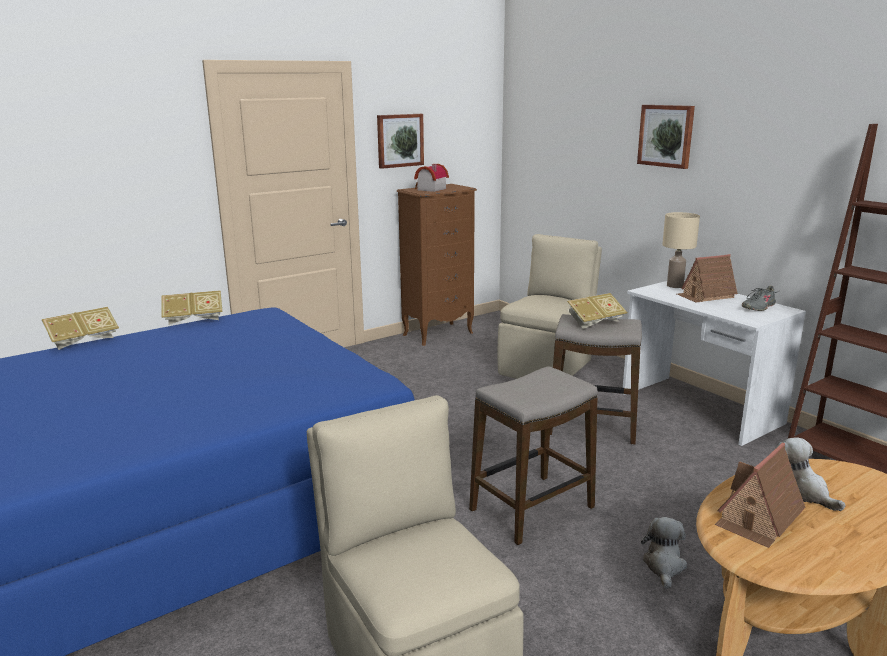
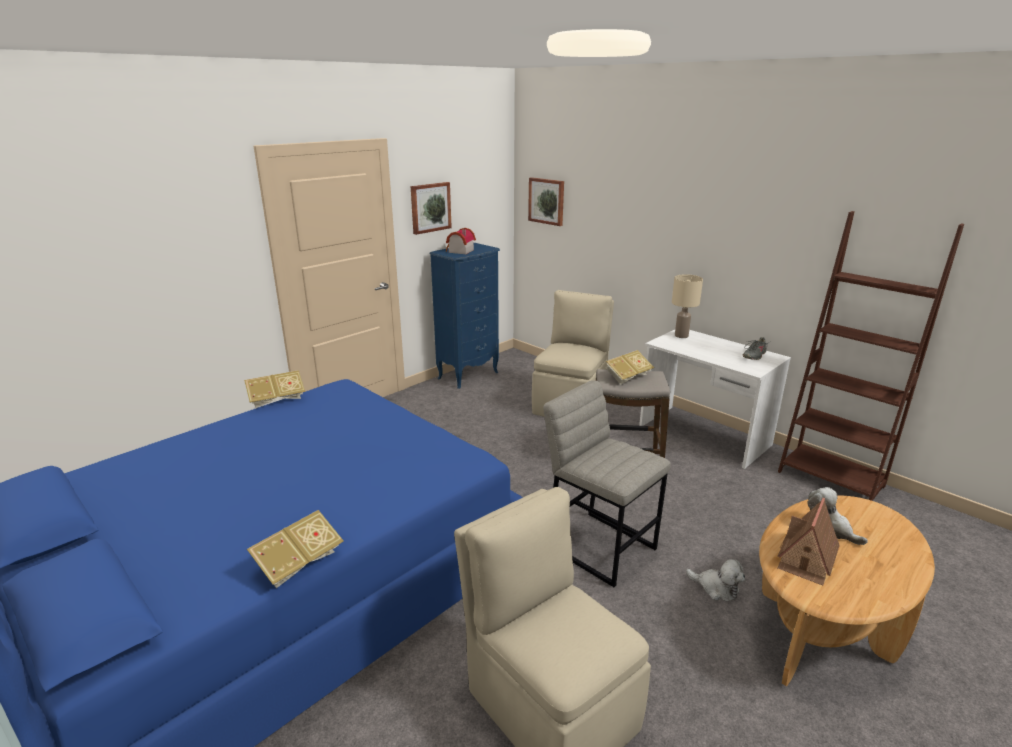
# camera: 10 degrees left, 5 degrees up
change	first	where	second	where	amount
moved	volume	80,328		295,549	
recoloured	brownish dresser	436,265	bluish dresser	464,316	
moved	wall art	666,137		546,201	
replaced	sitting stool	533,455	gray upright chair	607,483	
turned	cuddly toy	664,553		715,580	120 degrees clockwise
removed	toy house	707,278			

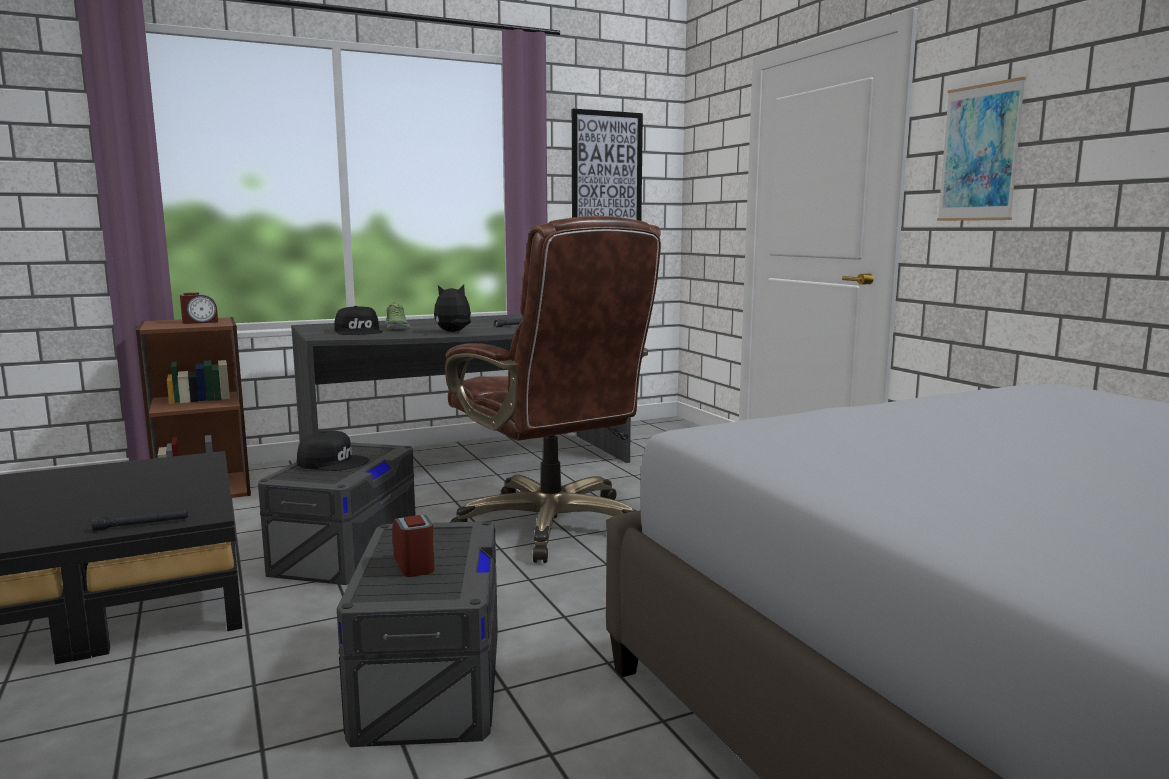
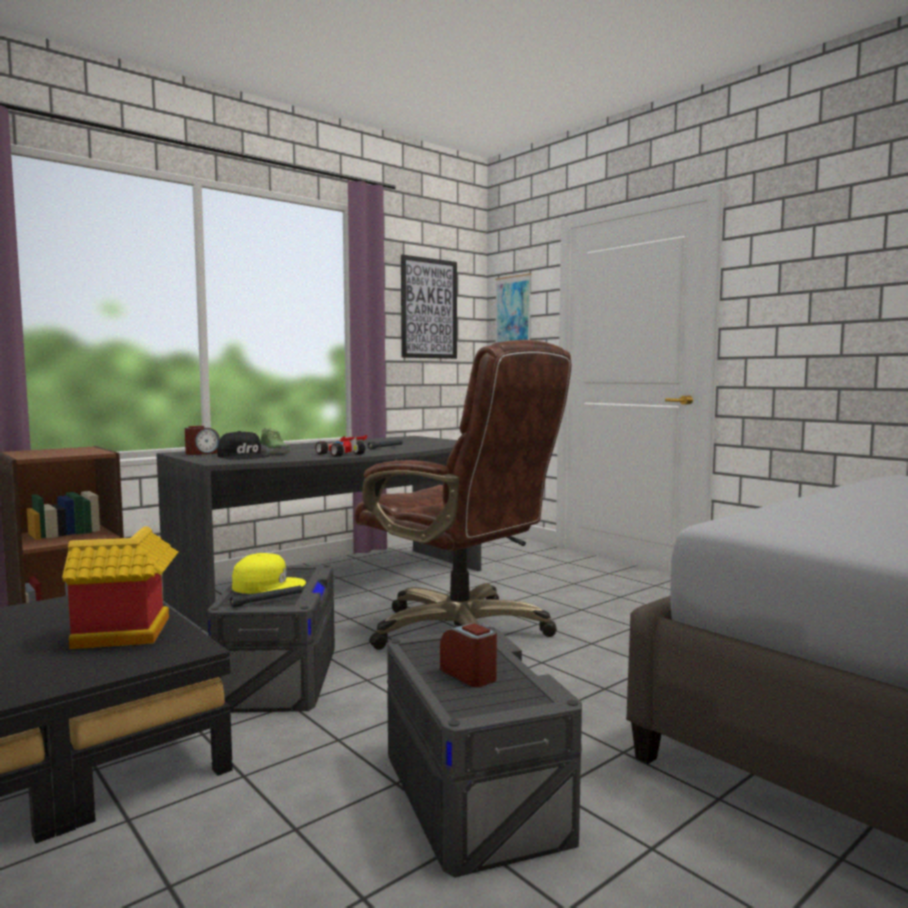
# camera: 15 degrees left, 5 degrees down
change	first	where	second	where	amount
added			toy house	120,587	
moved	alarm clock	199,308		202,440	
moved	blackish hand torch	140,520		266,596	
recoloured	blackish baseball cap	333,450	yellowish baseball cap	269,573	
replaced	cuddly toy	452,308	miniature car	341,446	
moved	wall art	981,149		513,308	

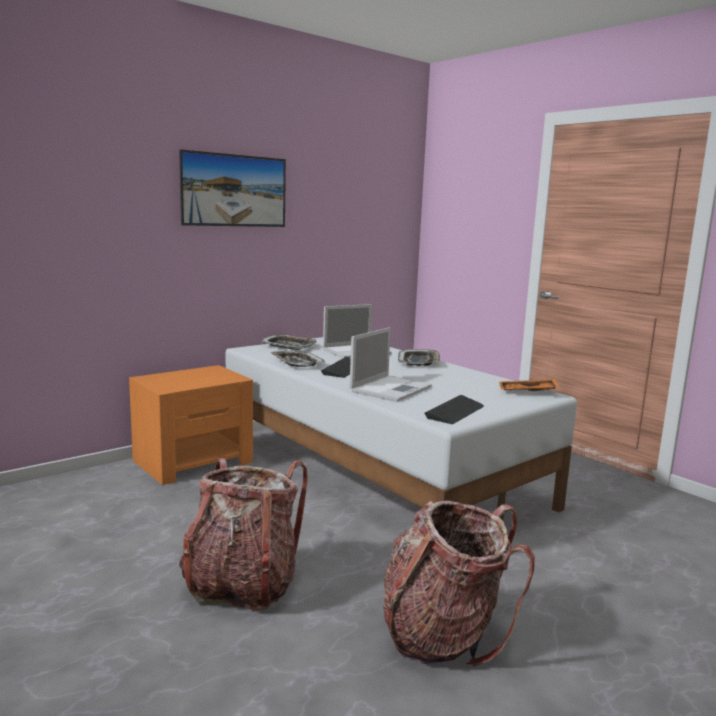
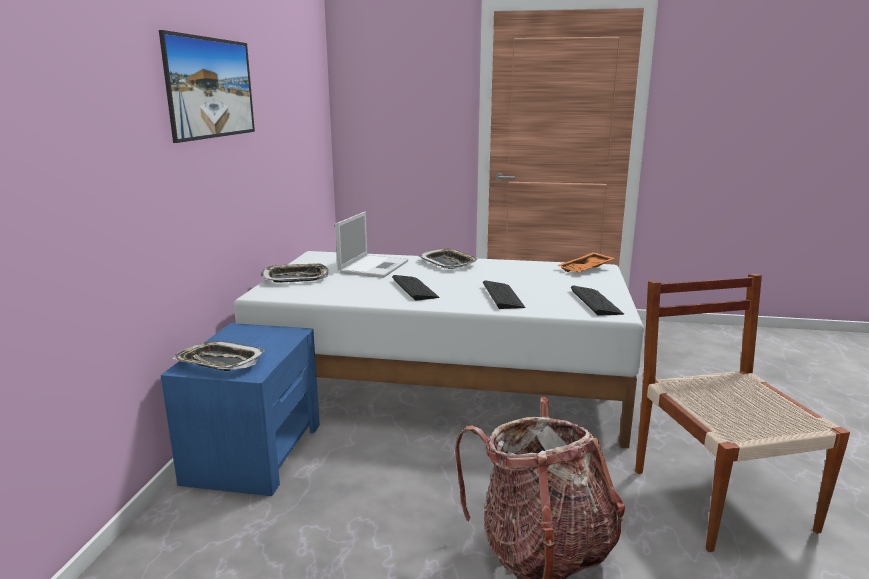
# camera: 40 degrees left, 5 degrees up
change	first	where	second	where	amount
recoloured	orangey night table	191,425	bluish night table	240,409	
moved	serving tray	297,359		219,356	
replaced	portable computer	391,364	PC keyboard	503,294	
replaced	backpack	459,583	upright chair	742,413	

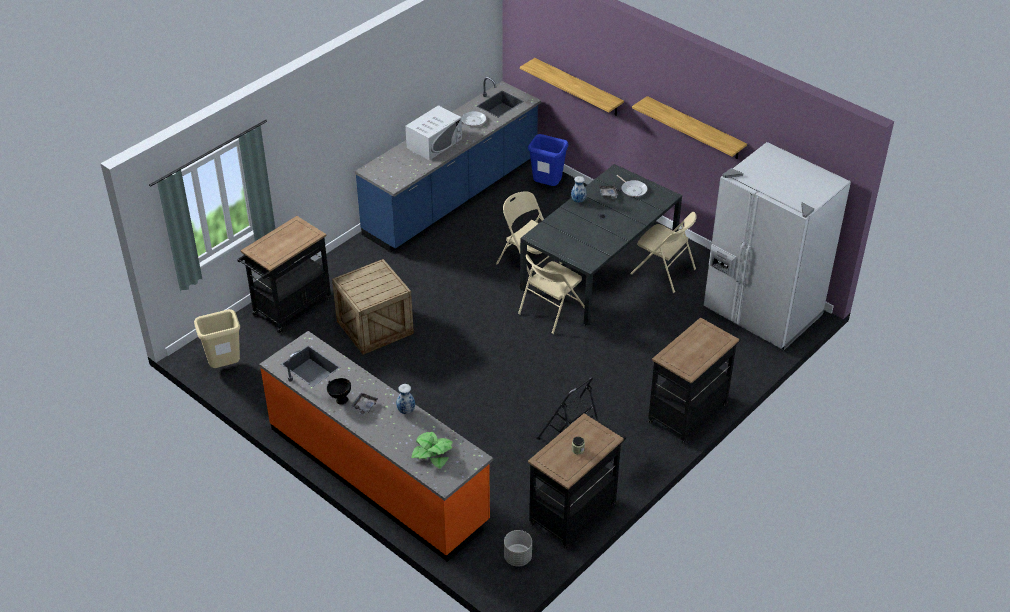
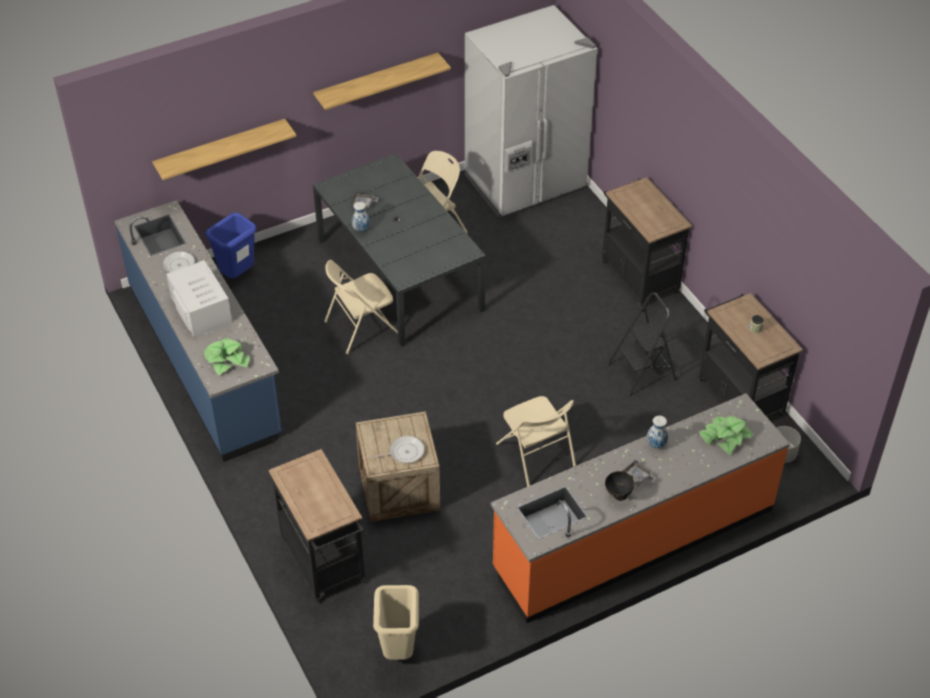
# camera: 70 degrees left, 5 degrees up
change	first	where	second	where	amount
added			houseplant	227,356	
moved	skillet	632,186		397,449	
moved	beige upright chair	551,294		536,441	

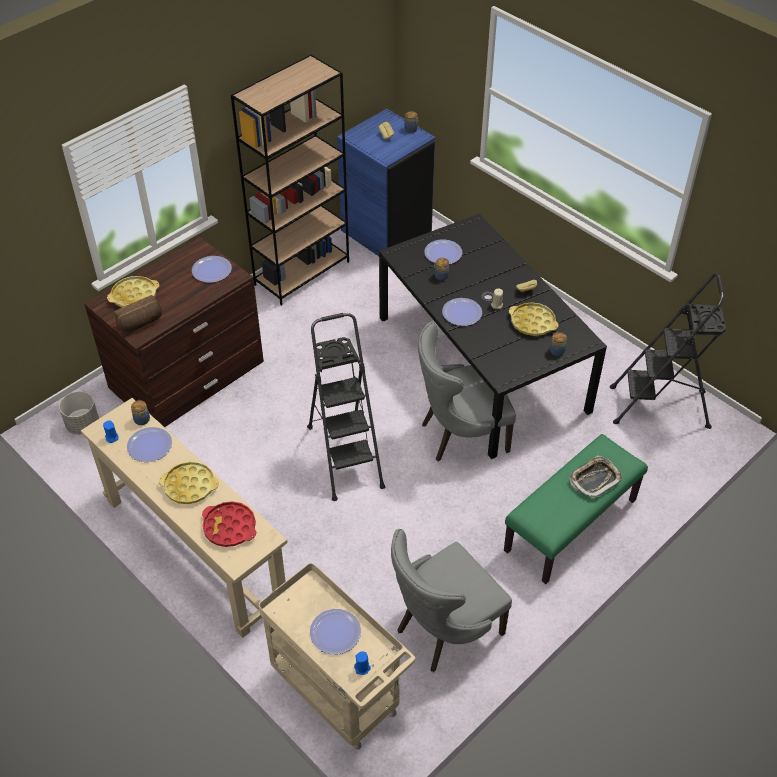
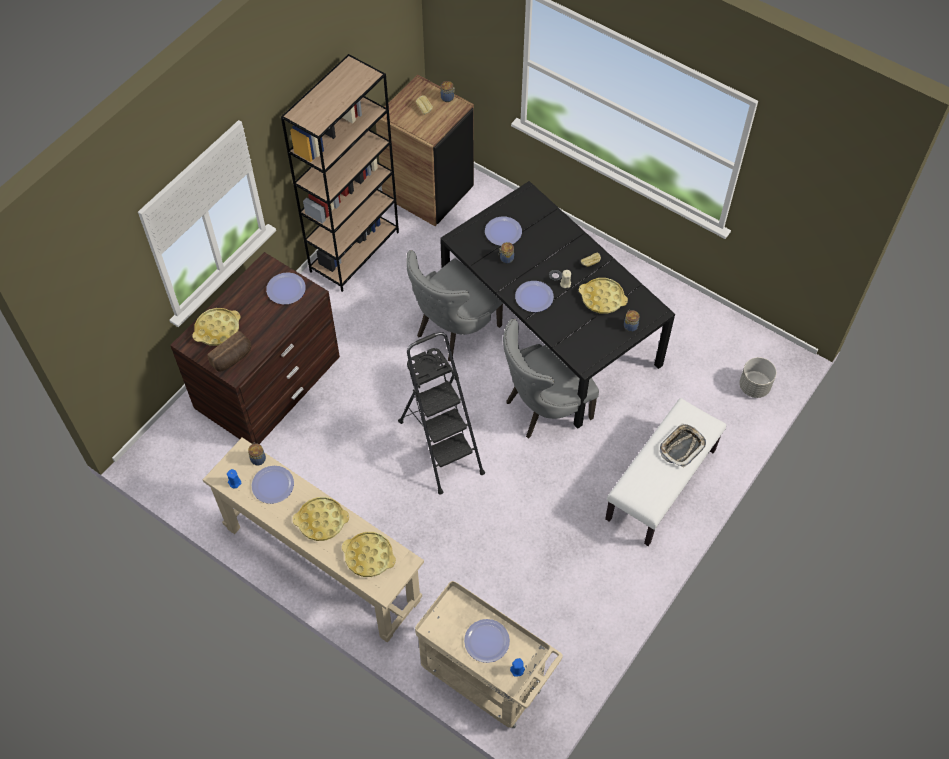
# camera: 10 degrees left, 10 degrees up
change	first	where	second	where	amount
recoloured	red-coloured serving tray	229,524	yellowish serving tray	369,554	
recoloured	bluish cupboard	386,182	brownish cupboard	425,150	
moved	gray upright chair	451,600		454,306	
recoloured	green indoor bench	576,509	white-coloured indoor bench	665,472	
moved	gray planter	79,412		757,377	
removed	step stool	668,351			

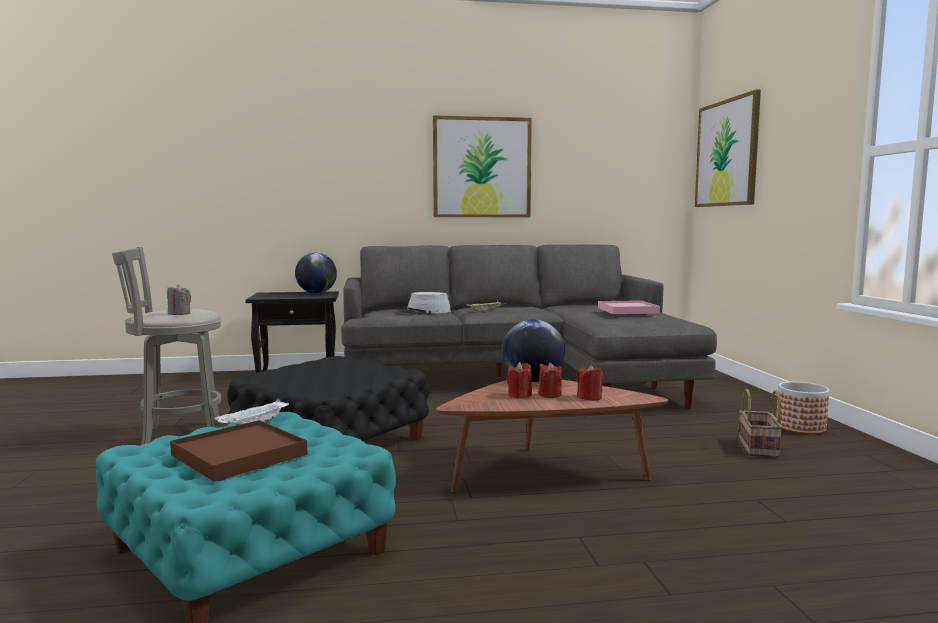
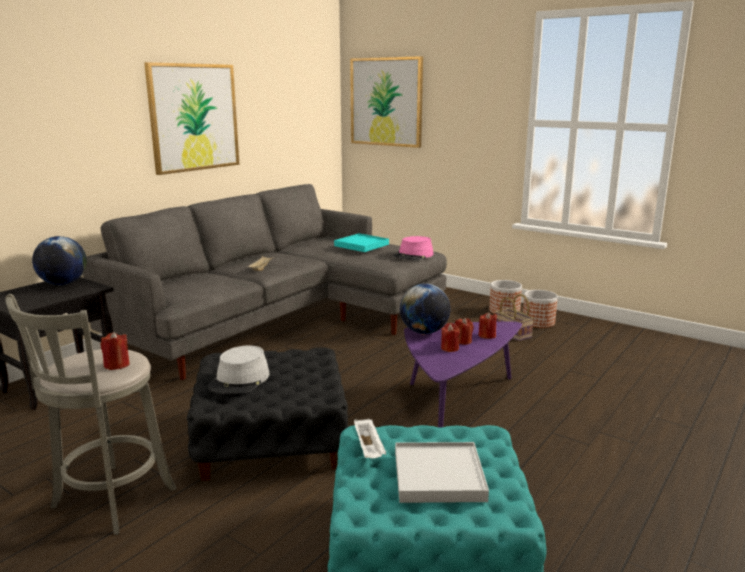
# camera: 45 degrees left, 10 degrees up
change	first	where	second	where	amount
recoloured	gray candle	179,299	red-coloured candle	115,351	
moved	gray clothing hat	424,303		239,369	
recoloured	pink-coloured serving tray	629,307	turquoise-coloured serving tray	361,242	
added			pink-coloured clothing hat	413,248	
recoloured	brownish serving tray	238,451	white-coloured serving tray	442,472	
recoloured	brownish low table	552,436	purplish low table	463,374	
added			planter	540,309	

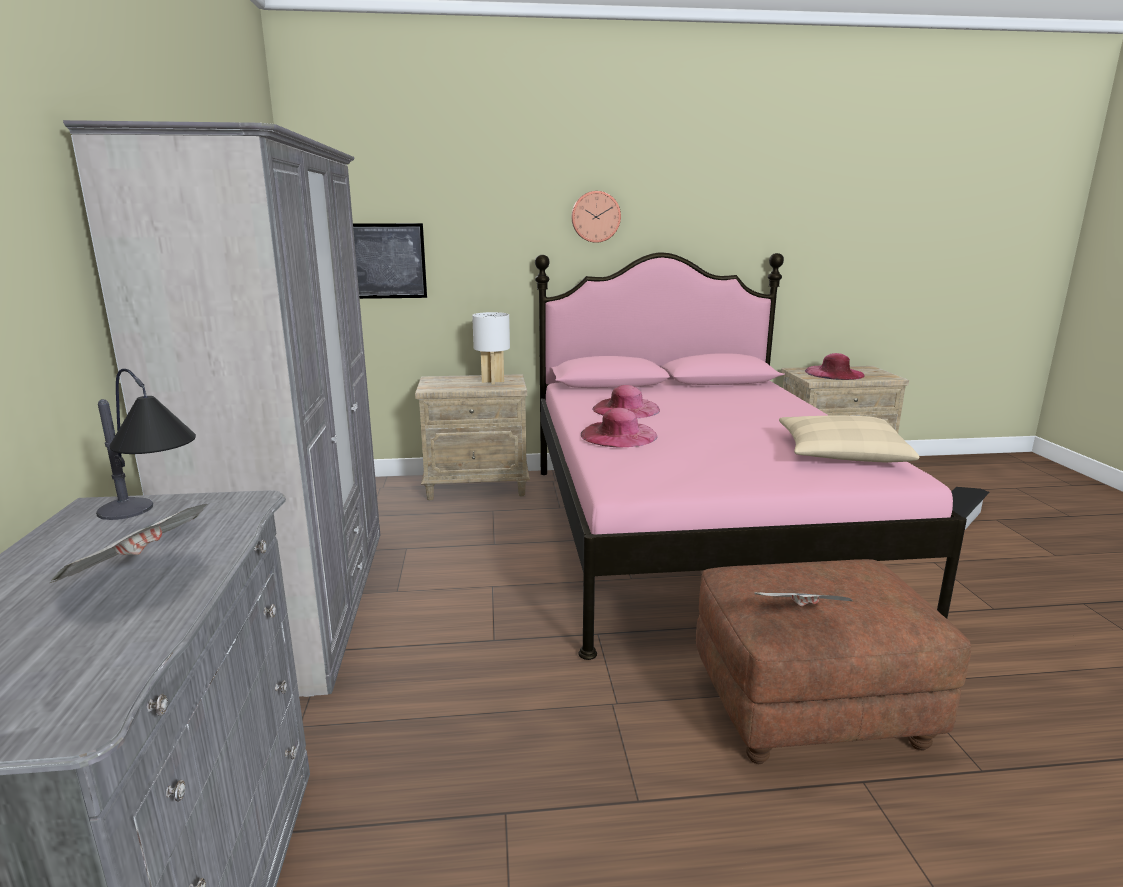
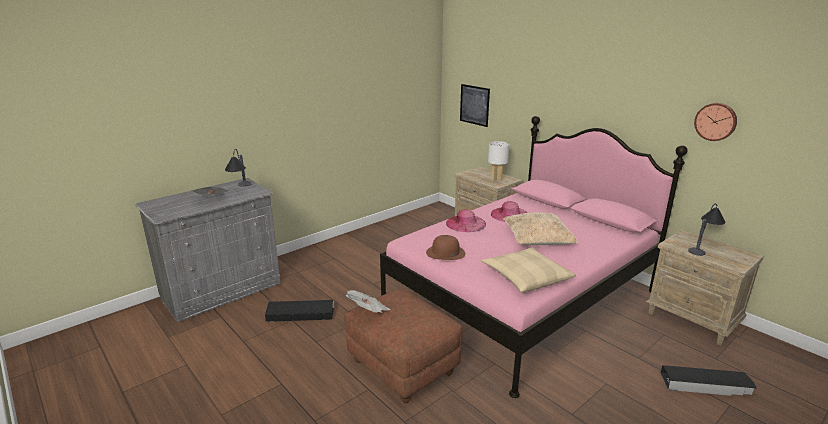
# camera: 55 degrees right, 5 degrees up
change	first	where	second	where	amount
added			blackish storage box	299,311	
added			brownish clothing hat	445,247	
added			beige throw pillow	540,228	
replaced	pink-coloured clothing hat	835,366	lamp for a table	707,229	
moved	wall clock	596,217		715,122	
removed	gray clothes cupboard	221,408			

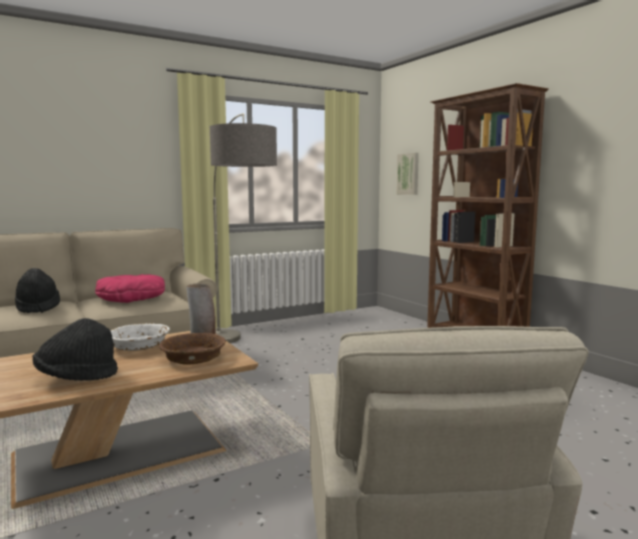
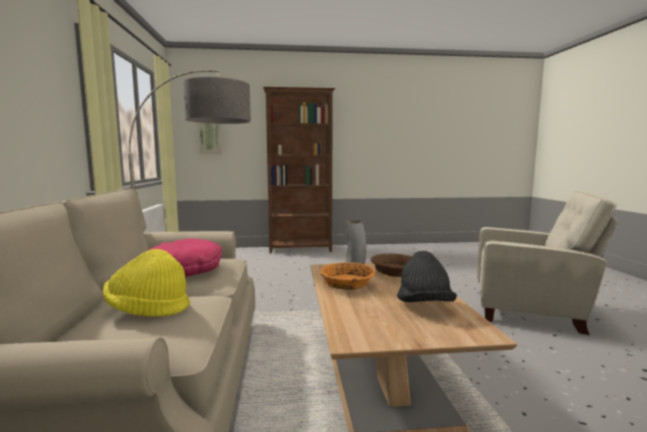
# camera: 65 degrees left, 0 degrees up
change	first	where	second	where	amount
recoloured	blackish clothing hat	37,290	yellowish clothing hat	146,283	
recoloured	white-coloured serving bowl	140,337	orangey serving bowl	347,276	

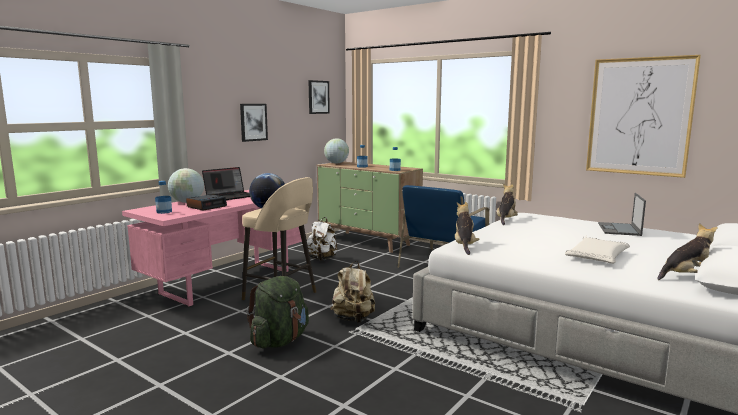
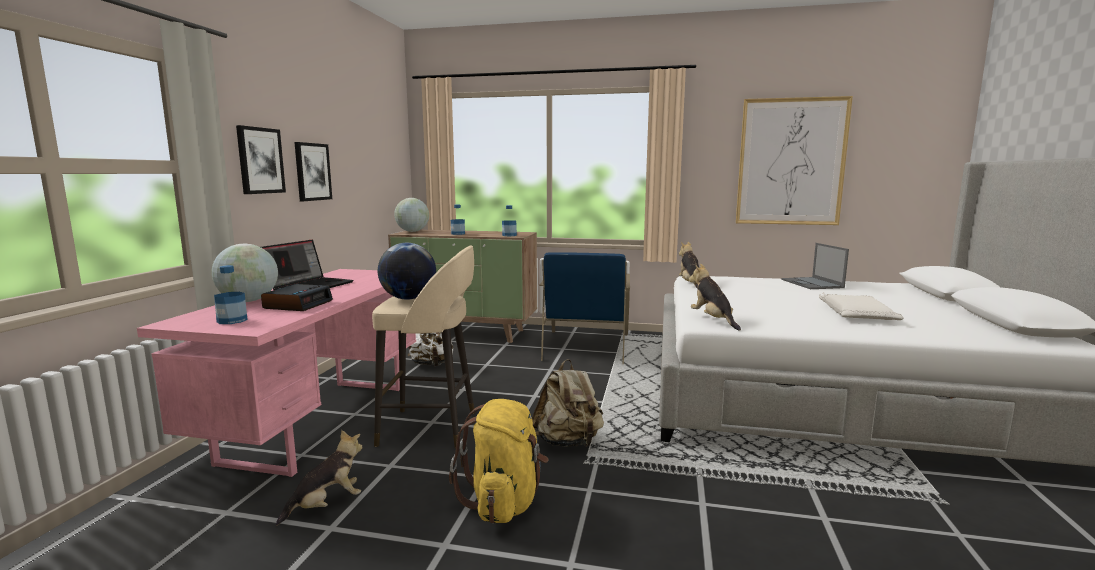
# camera: 25 degrees left, 0 degrees up
change	first	where	second	where	amount
moved	wall art	319,97		261,159	
moved	cuddly toy	688,251		319,478	
recoloured	green backpack	278,312	yellowish backpack	499,461	

